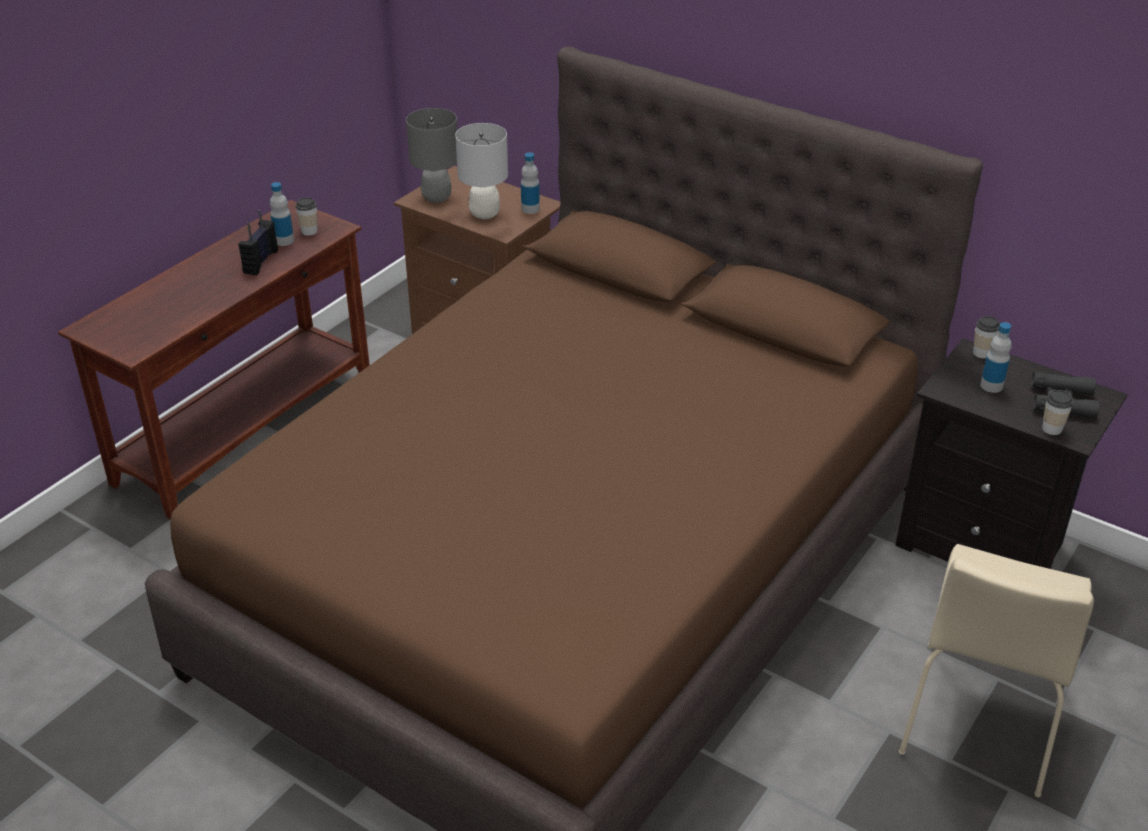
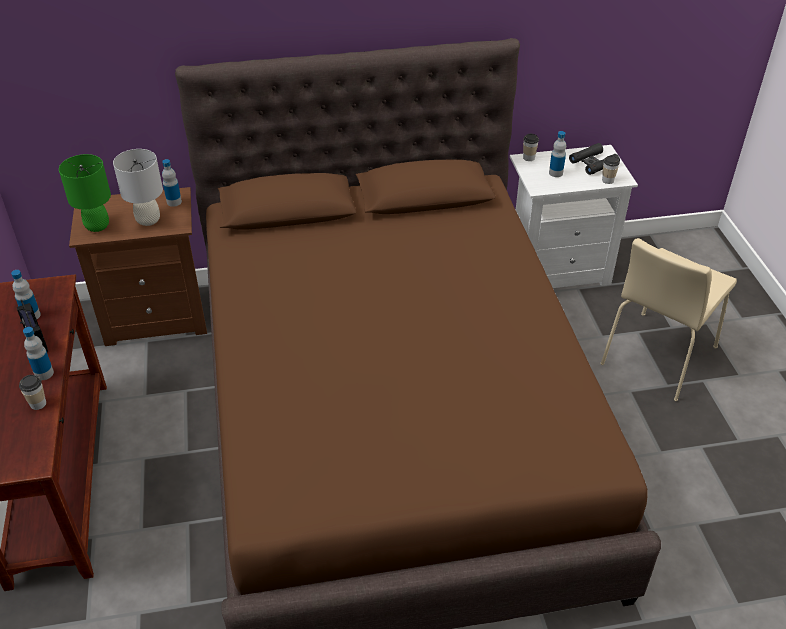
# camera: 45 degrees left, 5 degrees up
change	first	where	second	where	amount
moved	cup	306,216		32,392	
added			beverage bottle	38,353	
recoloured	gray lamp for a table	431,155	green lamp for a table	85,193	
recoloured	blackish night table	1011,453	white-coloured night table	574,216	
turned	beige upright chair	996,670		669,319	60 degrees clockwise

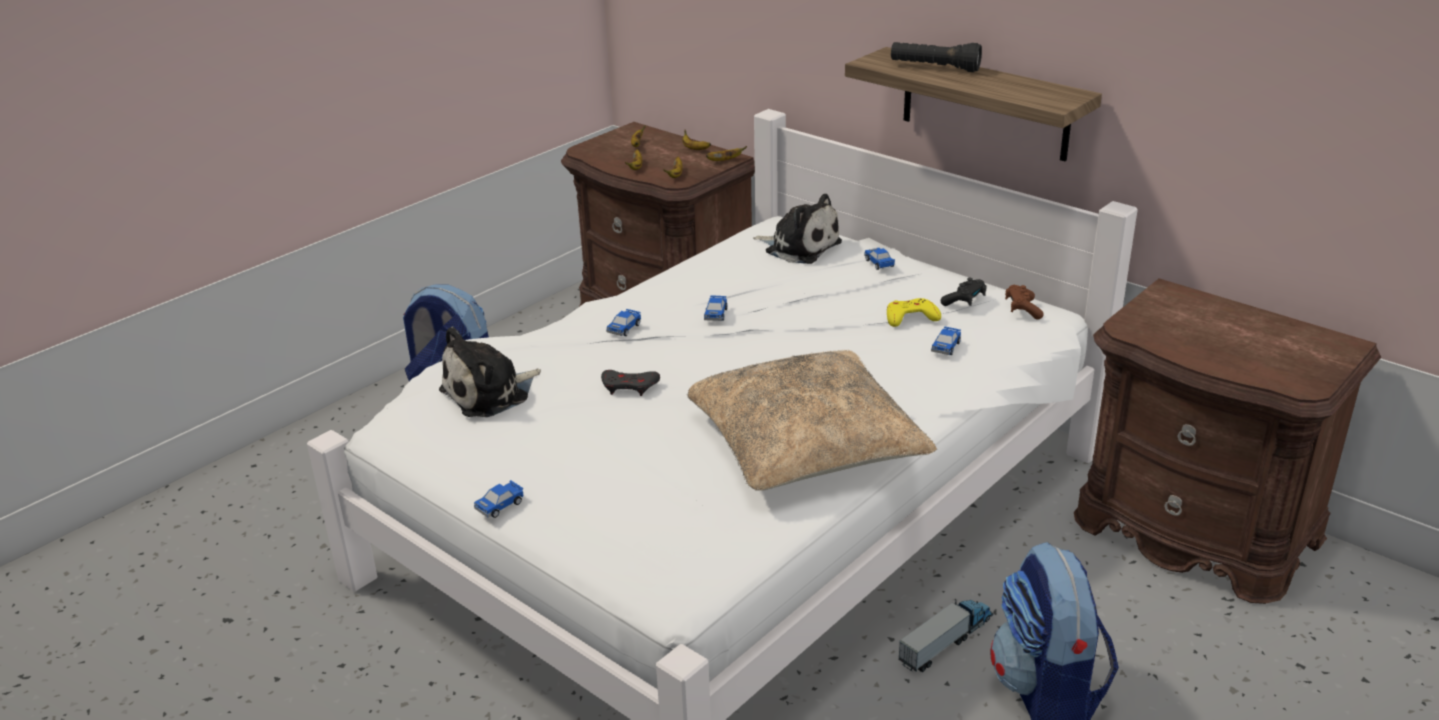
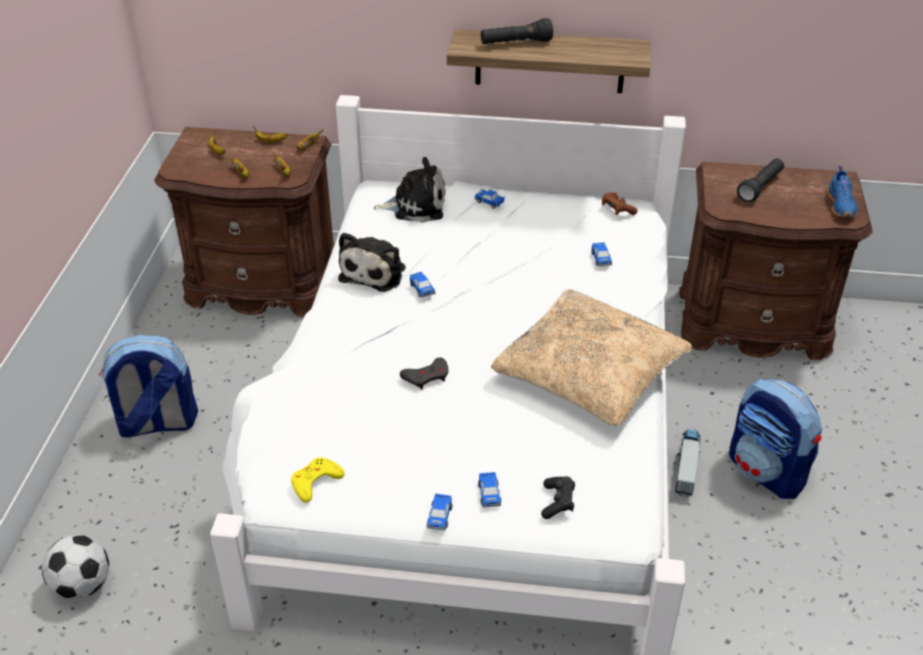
# camera: 35 degrees left, 10 degrees up
change	first	where	second	where	amount
added			ball for football	75,567	
moved	yellowish gamepad	914,312		318,479	
moved	cuddly toy	490,371		372,262	
moved	miniature car	623,322		489,489	
moved	blackish gamepad	964,292		558,497	
added			blackish hand torch	760,180	
added			bluish low shoe	842,191	

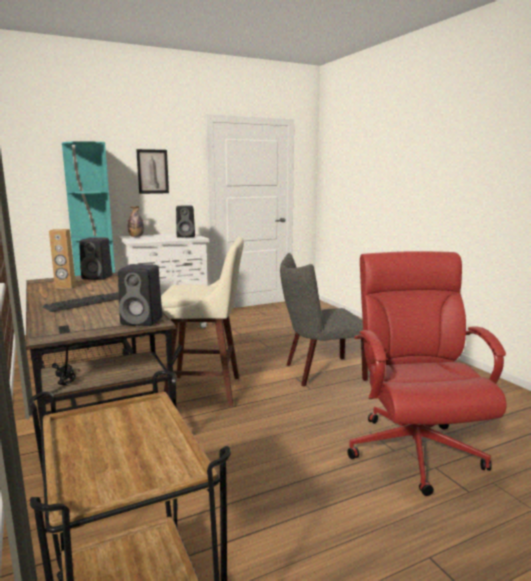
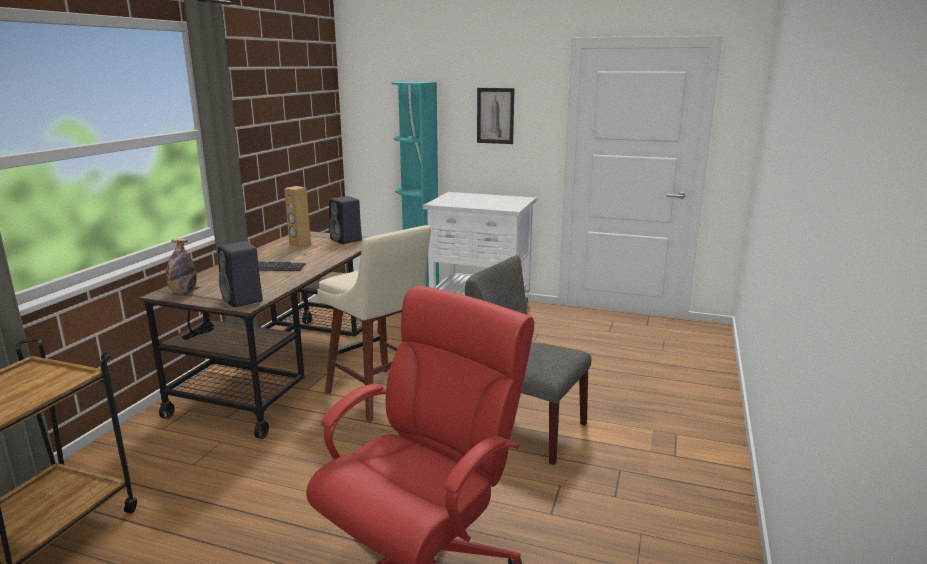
# camera: 45 degrees right, 5 degrees up
change	first	where	second	where	amount
moved	beverage bottle	136,221		181,266	
removed	blackish audio speaker	185,221			

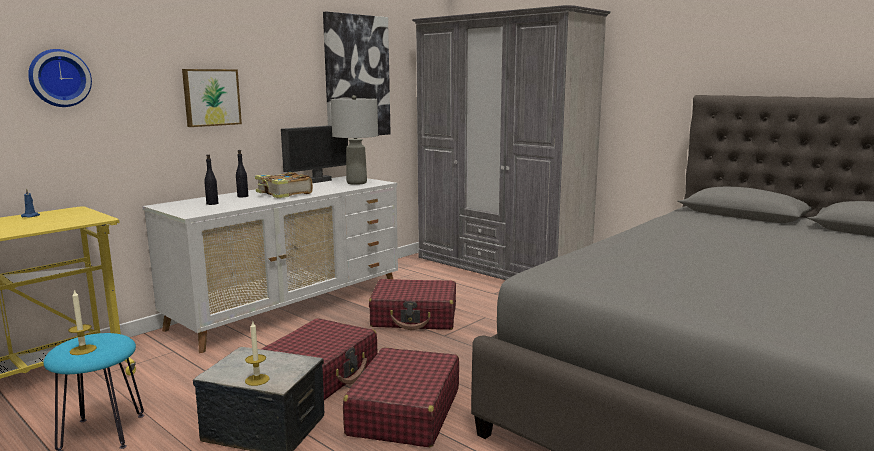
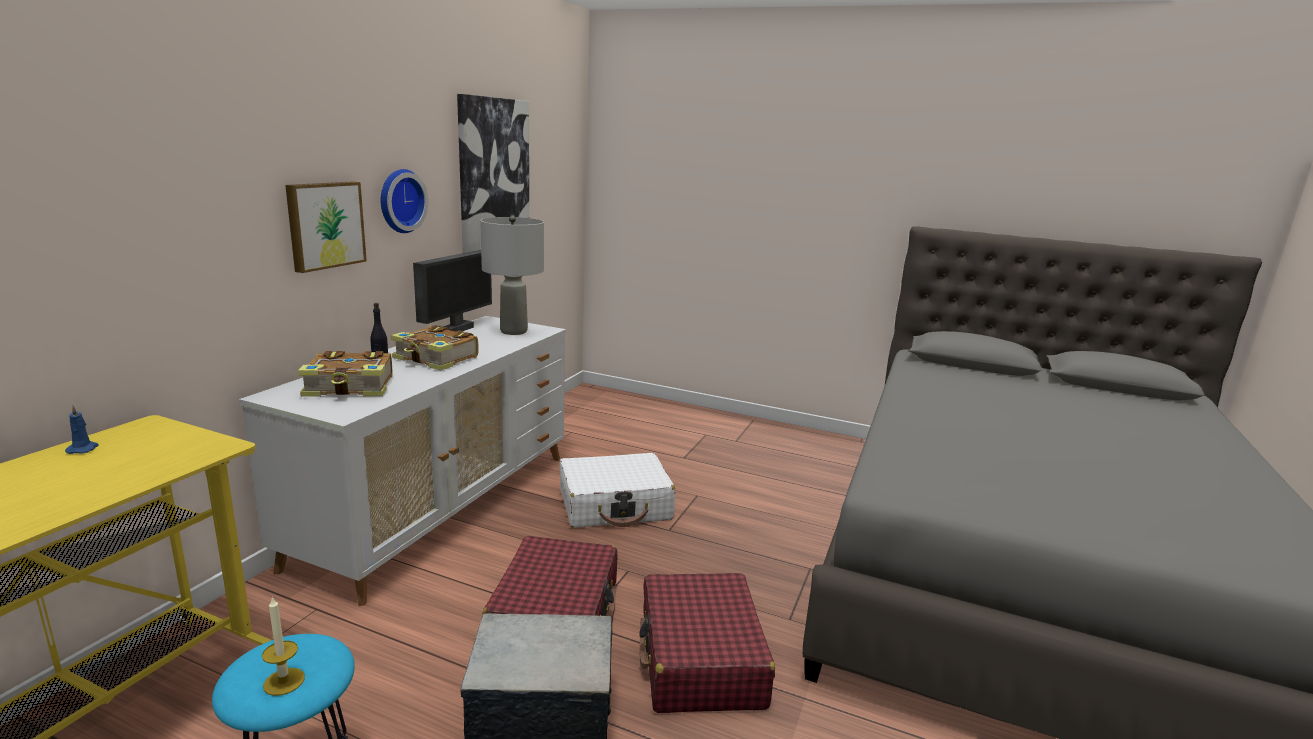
# camera: 20 degrees left, 5 degrees up
change	first	where	second	where	amount
replaced	blackish beverage bottle	211,179	volume	345,374	
moved	wall clock	60,78		404,201	
recoloured	red-coloured suitcase	412,304	white-coloured suitcase	617,490	
removed	candle	257,354			
removed	gray clothes cupboard	511,142			

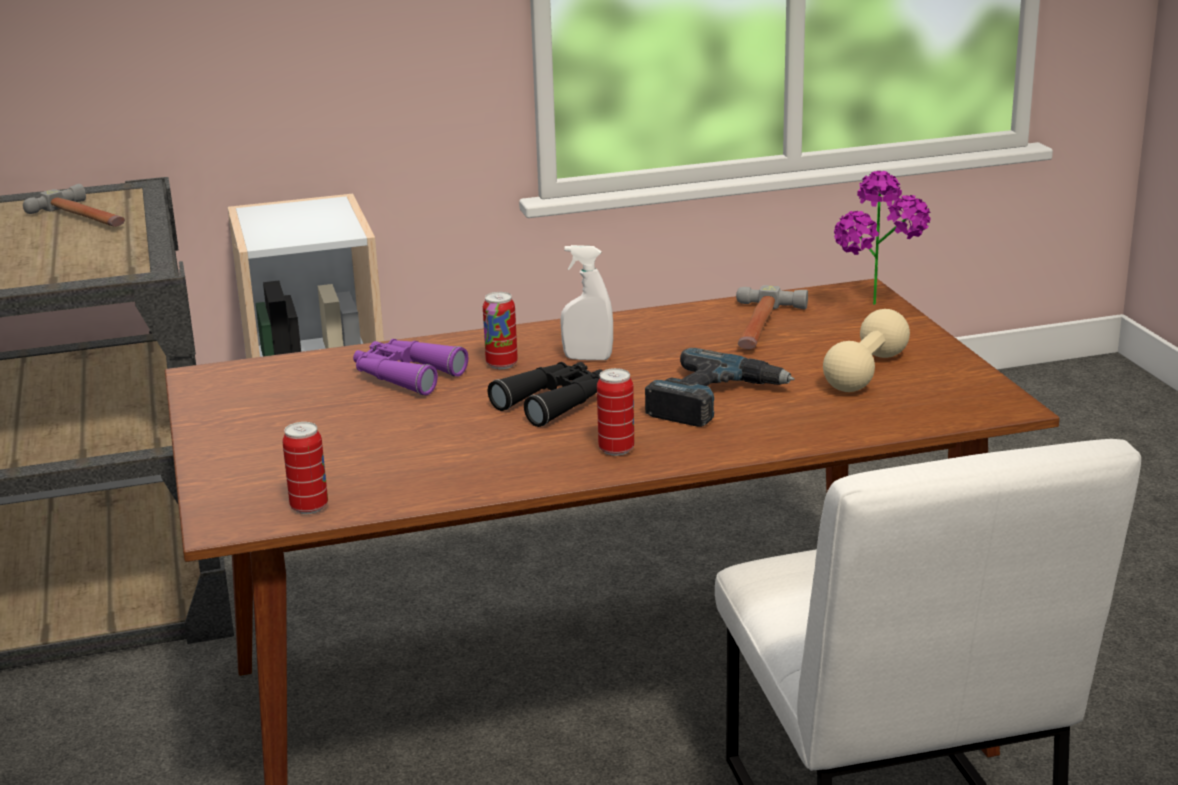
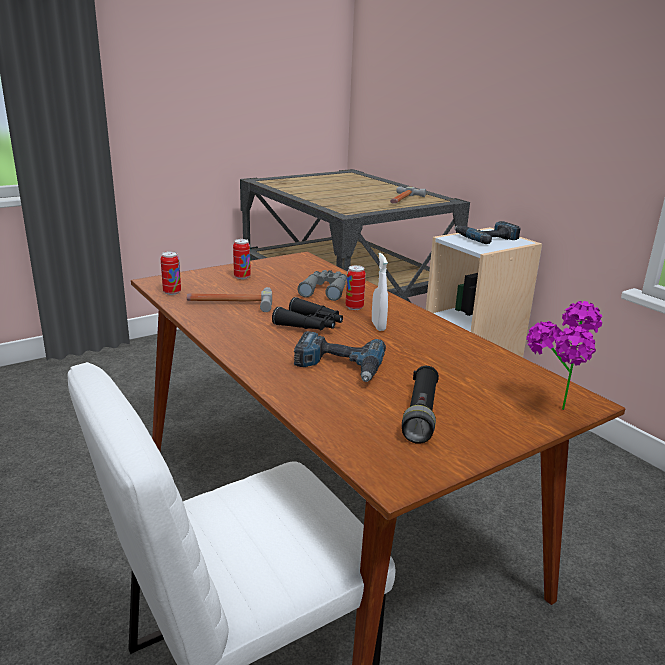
# camera: 70 degrees right, 0 degrees up
change	first	where	second	where	amount
moved	tool hammer	772,317		229,299	
moved	metal can	615,412		242,259	
recoloured	purplish pair of binoculars	410,367	gray pair of binoculars	322,285	
replaced	beige hand weight	866,350	blackish hand torch	420,405	
added			power drill	487,232	

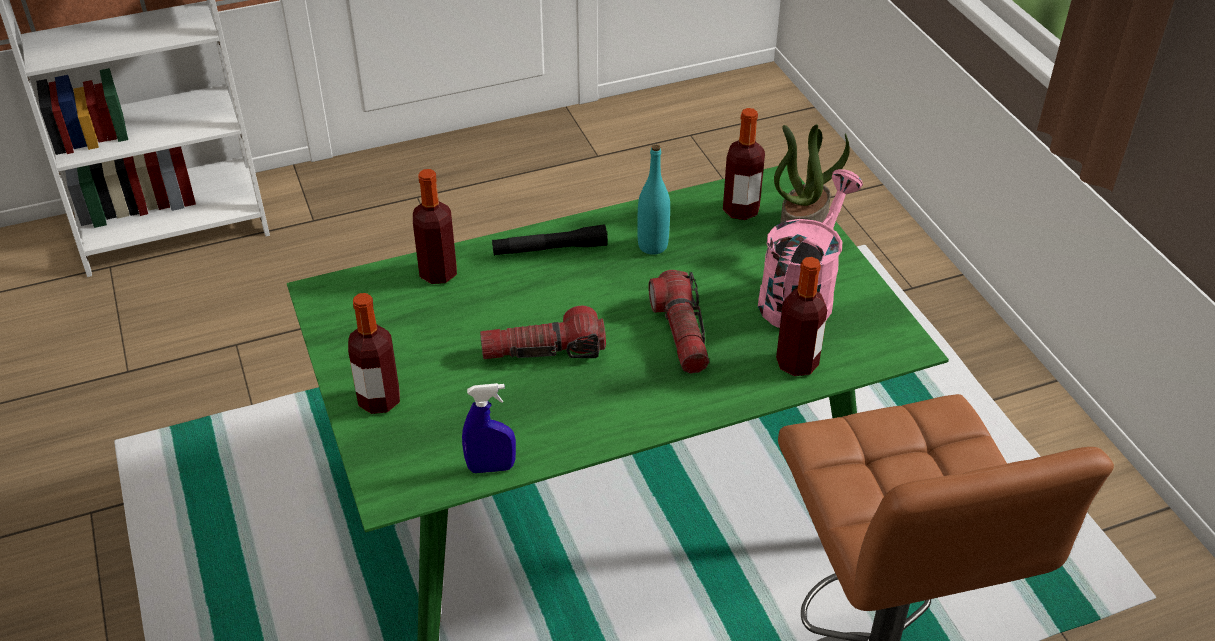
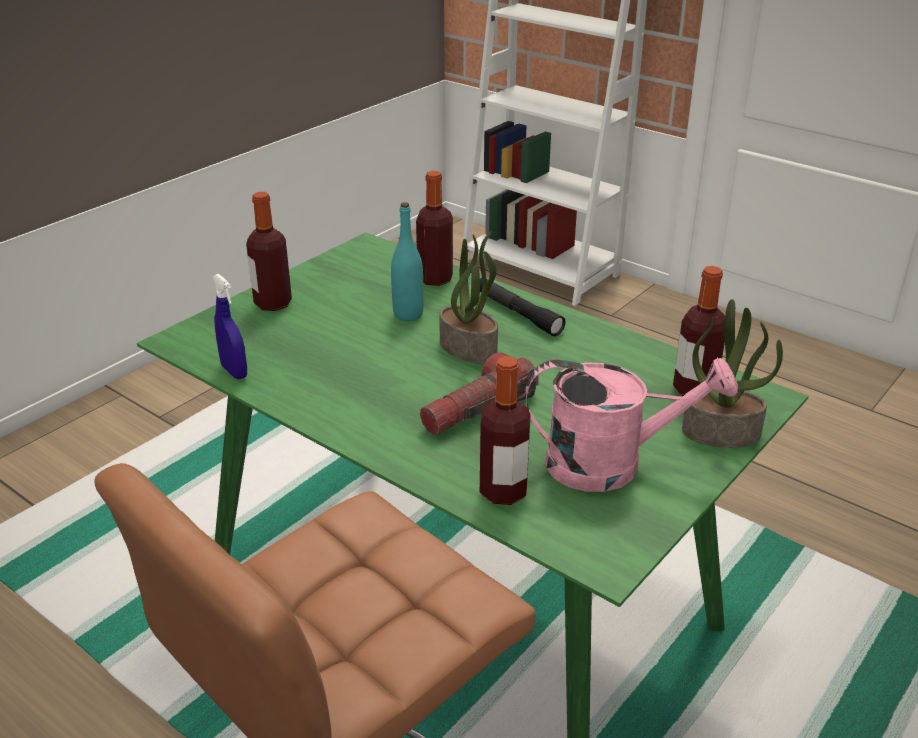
# camera: 60 degrees right, 10 degrees down
change	first	where	second	where	amount
moved	turquoise-coloured beverage bottle	653,200		407,261	
added			houseplant	468,297	
removed	hand torch	543,332			

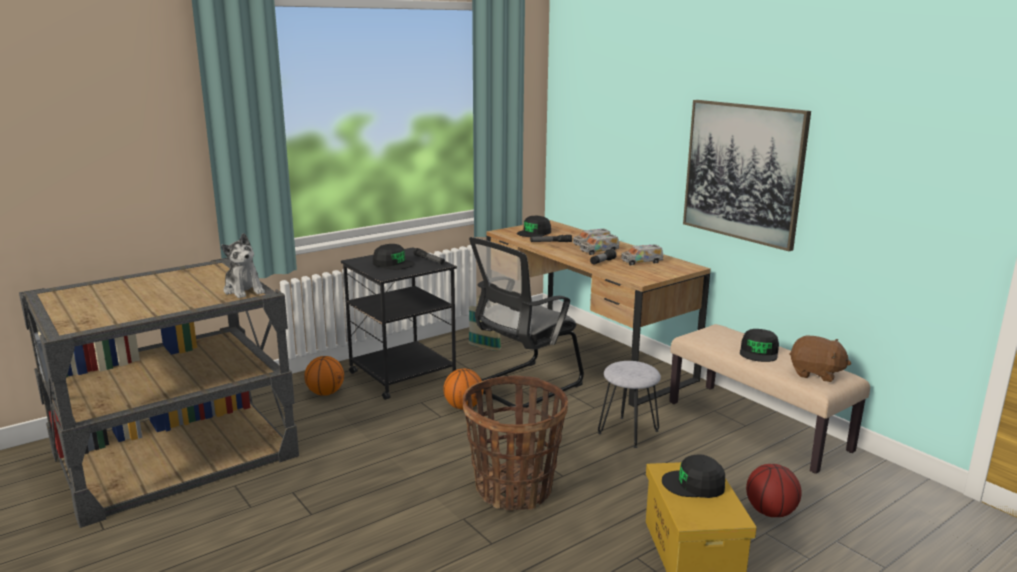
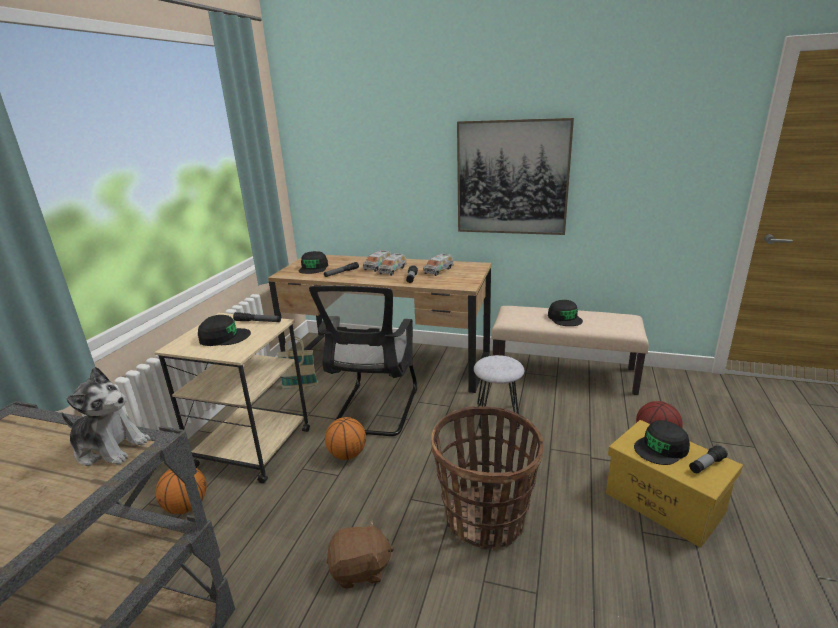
# camera: 35 degrees left, 5 degrees up
change	first	where	second	where	amount
recoloured	blackish cart	399,323	beige cart	232,398	
moved	brownish cuddly toy	820,359		360,554	
added			hand torch	708,459	

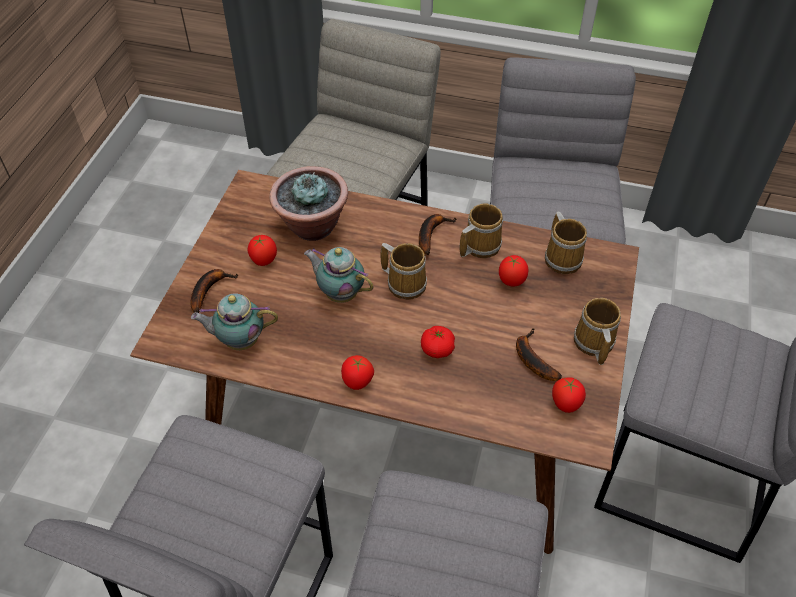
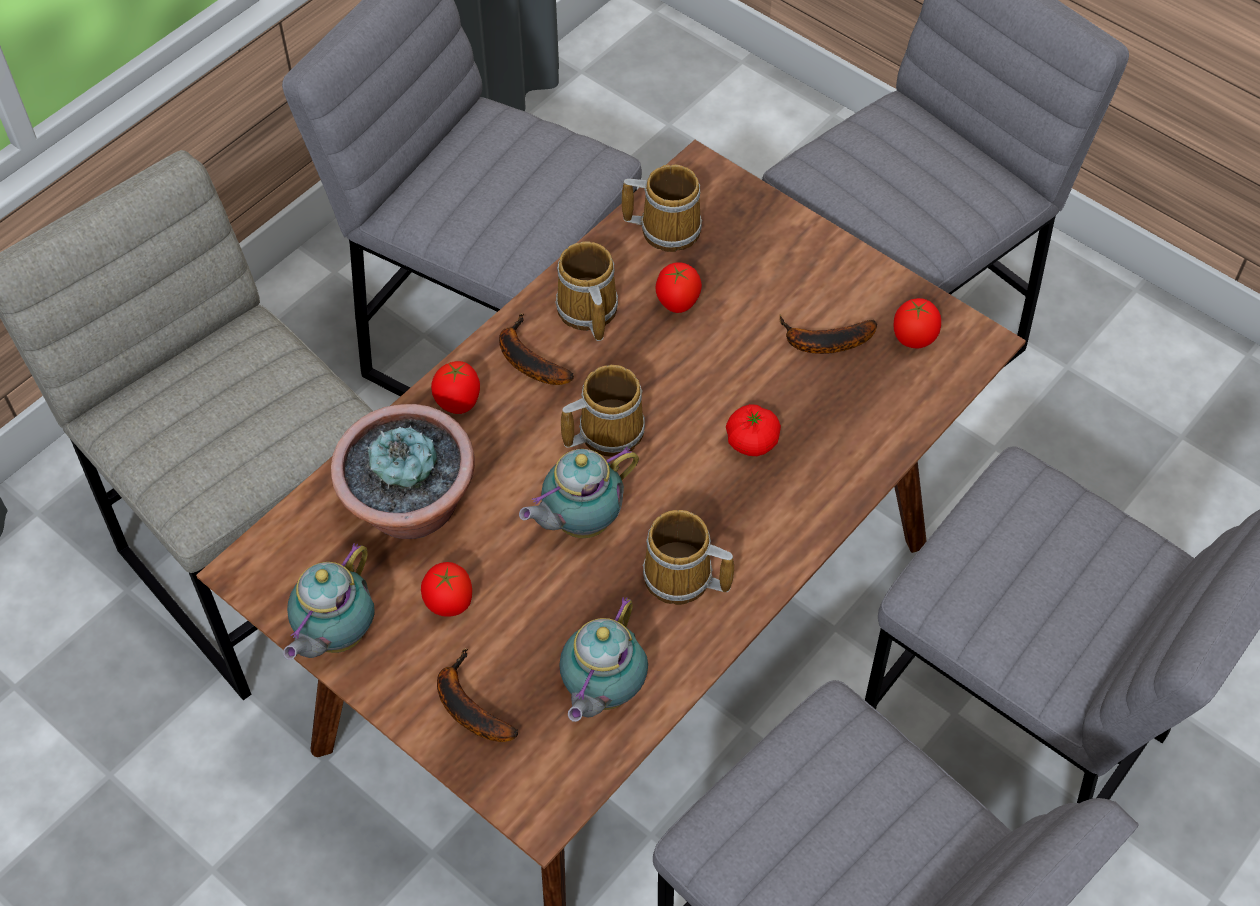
# camera: 65 degrees left, 5 degrees up
change	first	where	second	where	amount
added			pot for tea	329,601	
moved	tomato	357,372		455,387	
moved	coffee mug	597,331		688,557	

